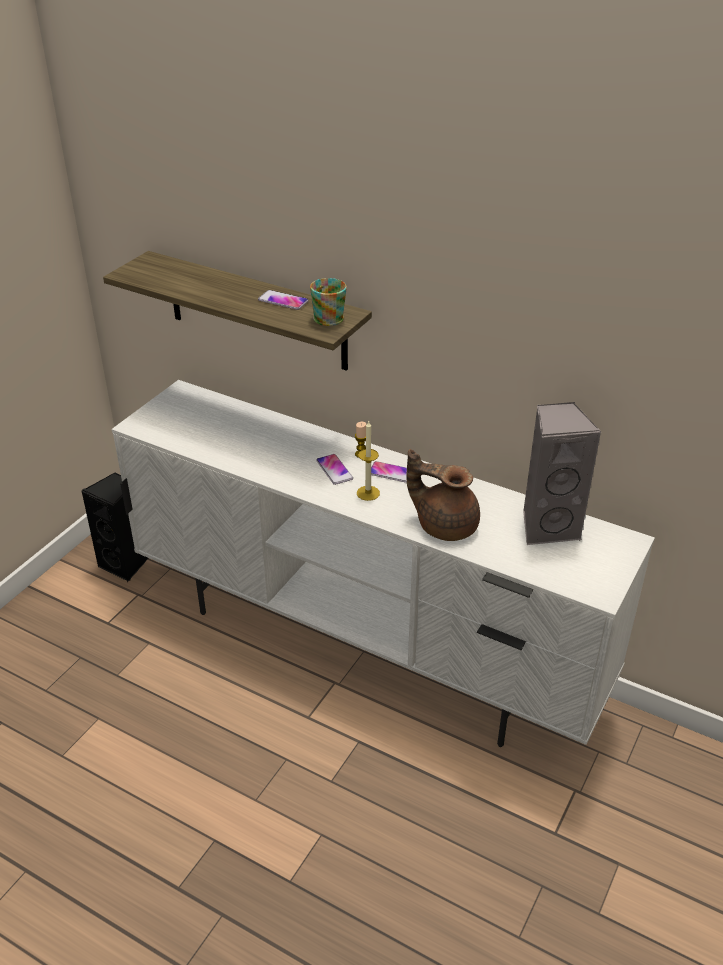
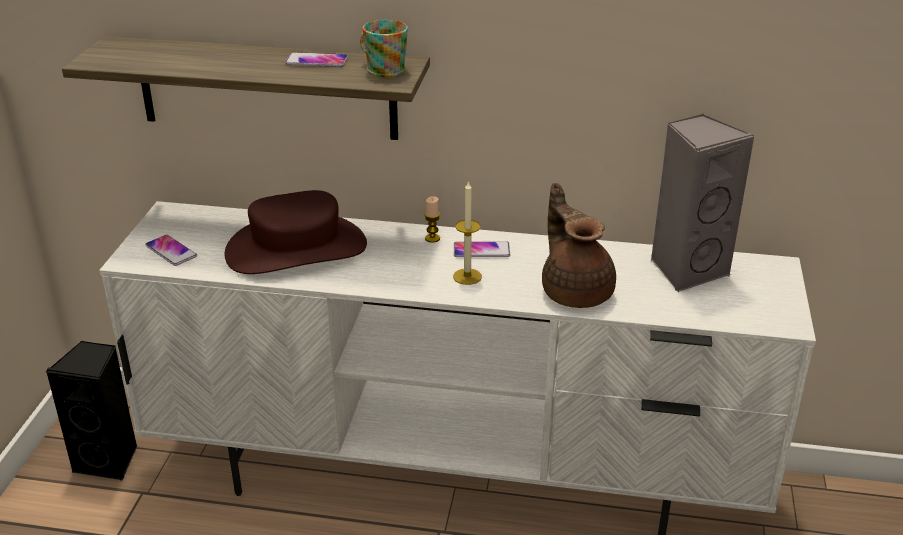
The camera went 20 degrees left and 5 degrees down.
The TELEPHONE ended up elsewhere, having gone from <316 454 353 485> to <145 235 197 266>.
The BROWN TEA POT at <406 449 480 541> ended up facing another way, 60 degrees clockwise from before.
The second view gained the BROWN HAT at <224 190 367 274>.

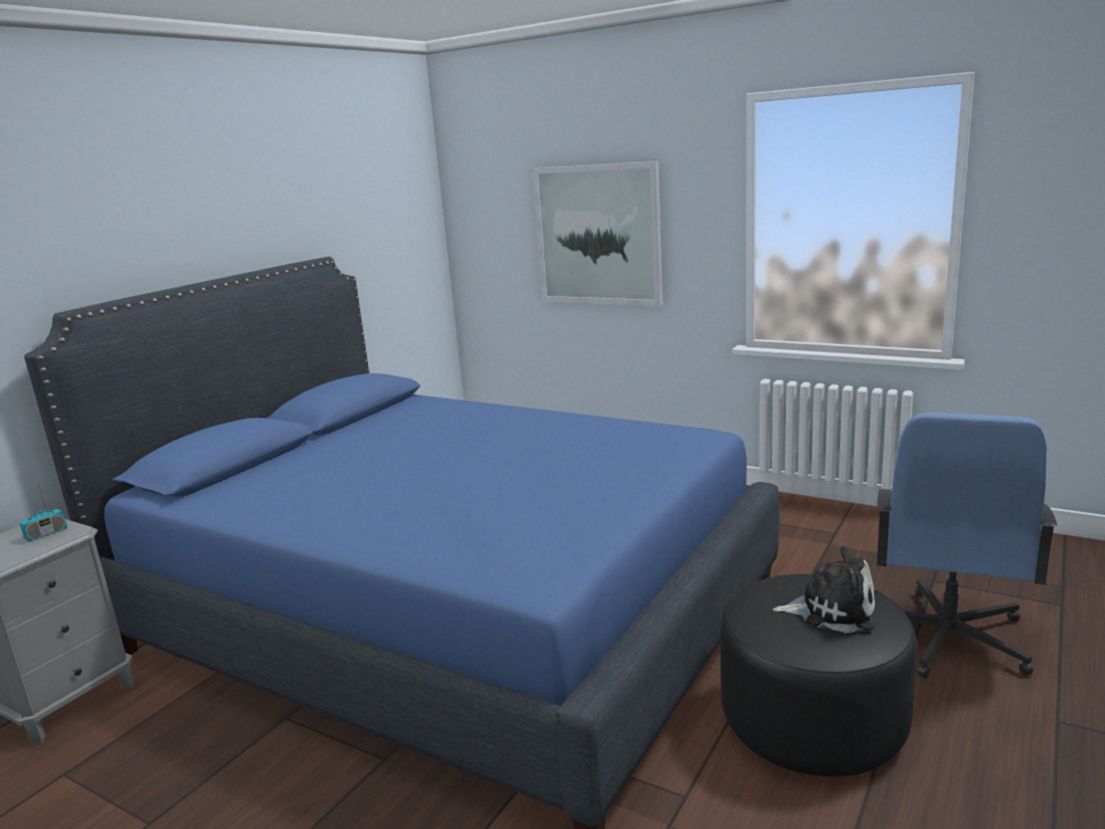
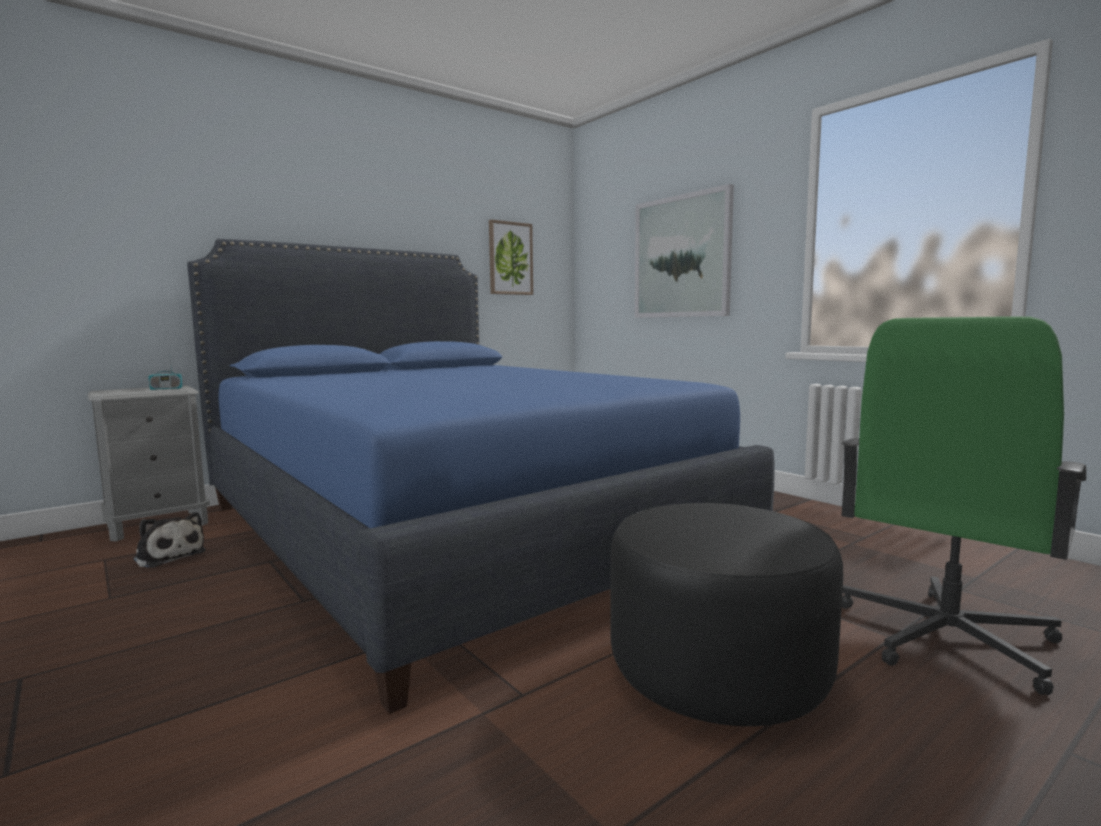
The camera went 20 degrees right and 10 degrees down.
The CUDDLY TOY ended up elsewhere, having gone from <773 546 875 633> to <133 512 206 568>.
What was the BLUISH COMPUTER CHAIR at <877 412 1057 678> turned into the GREEN COMPUTER CHAIR at <841 316 1086 695>.
The second view gained the PICTURE at <489 219 533 295>.

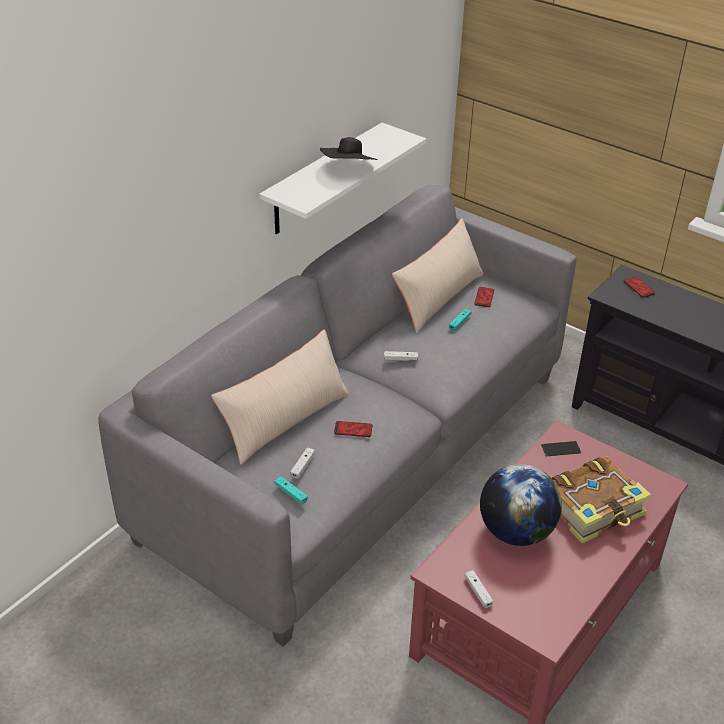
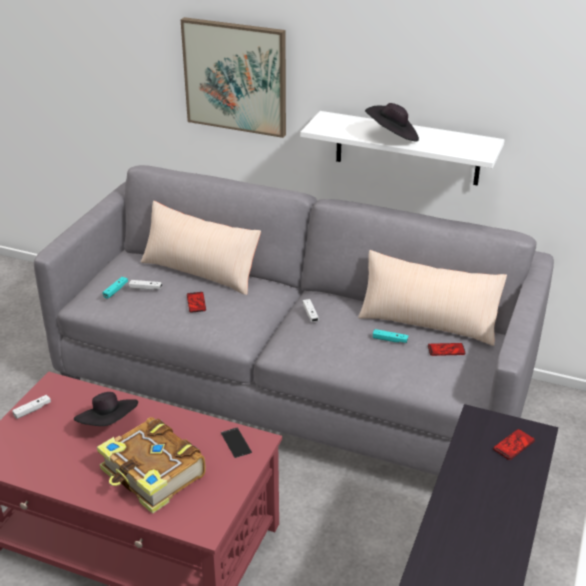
The camera went 75 degrees right and 5 degrees down.
Where the WORLD GLOBE stood at <480 464 562 546>, the BLACKISH HAT came to stand at <74 392 138 426>.
The second view gained the PICTURE at <181 17 286 138>.

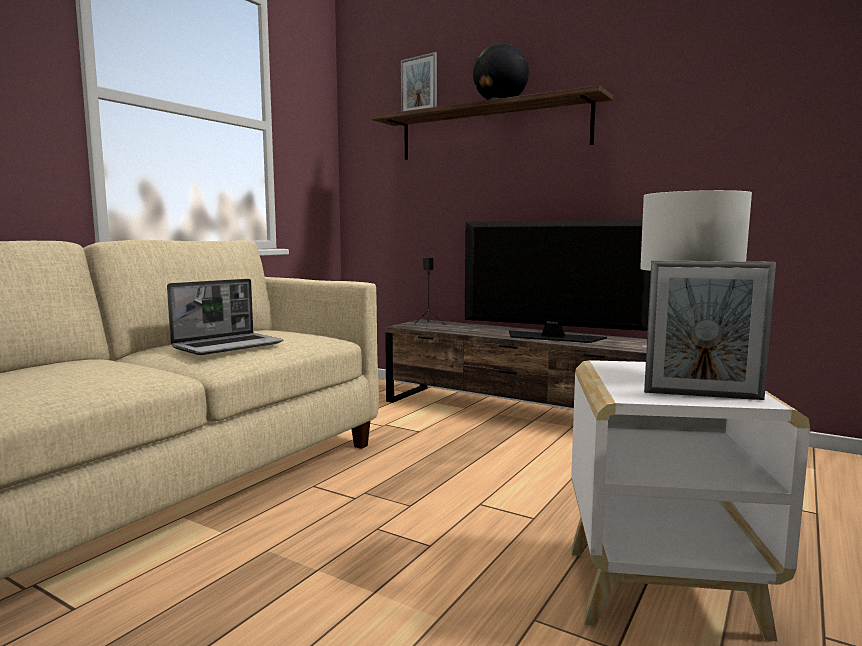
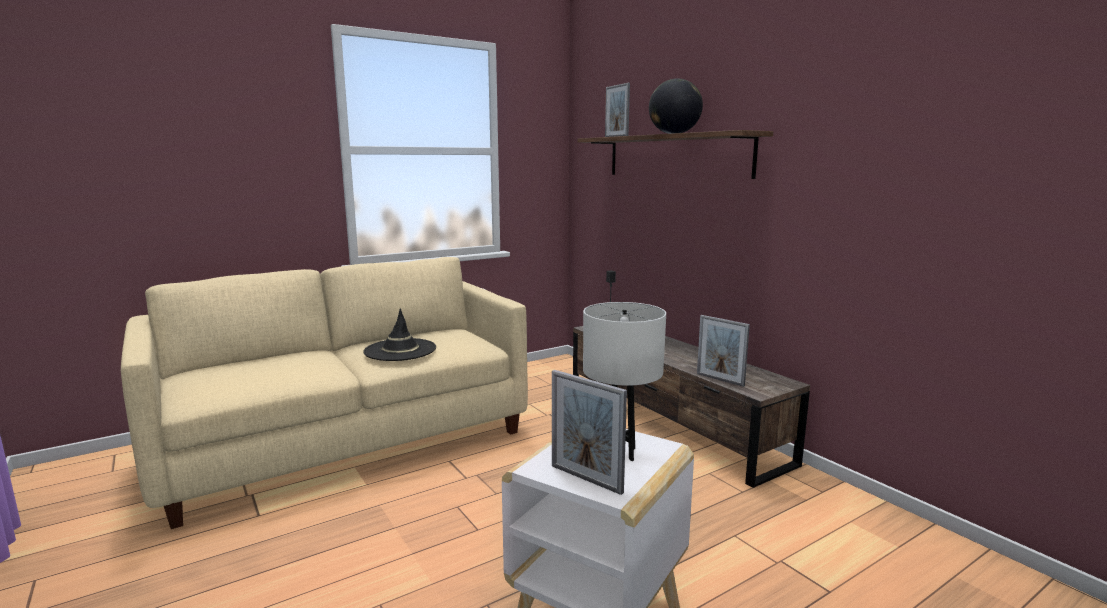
The camera went 25 degrees right and 5 degrees up.
Where the PORTABLE COMPUTER stood at <167 279 283 355>, the BLACKISH HAT came to stand at <363 308 436 361>.
The second view lost the TELEVISION at <465 220 651 343>.
The second view gained the PICTURE FRAME at <697 315 750 387>.

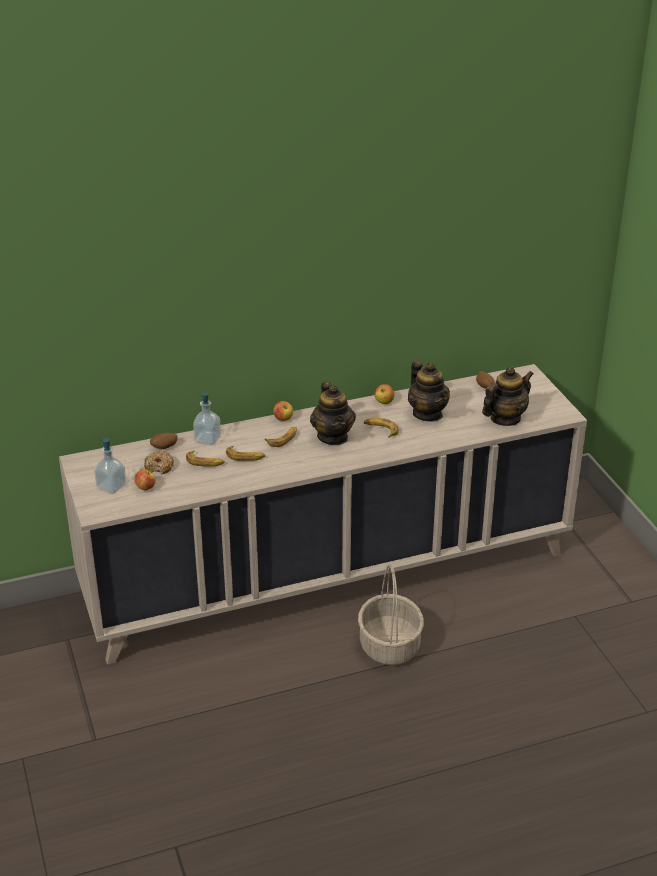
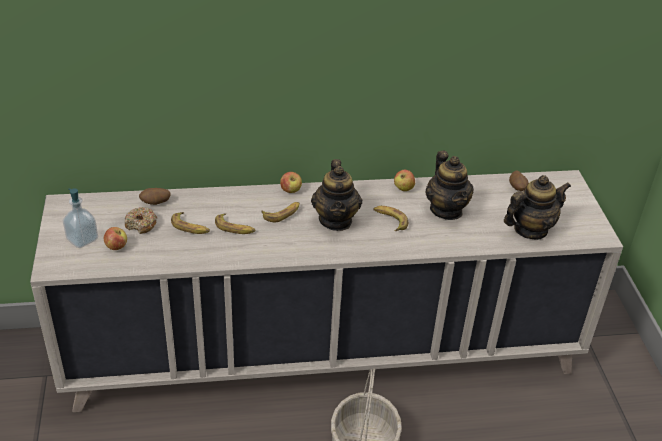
The camera went 10 degrees right and 5 degrees up.
The second view lost the SOAP BOTTLE at <193 392 221 445>.

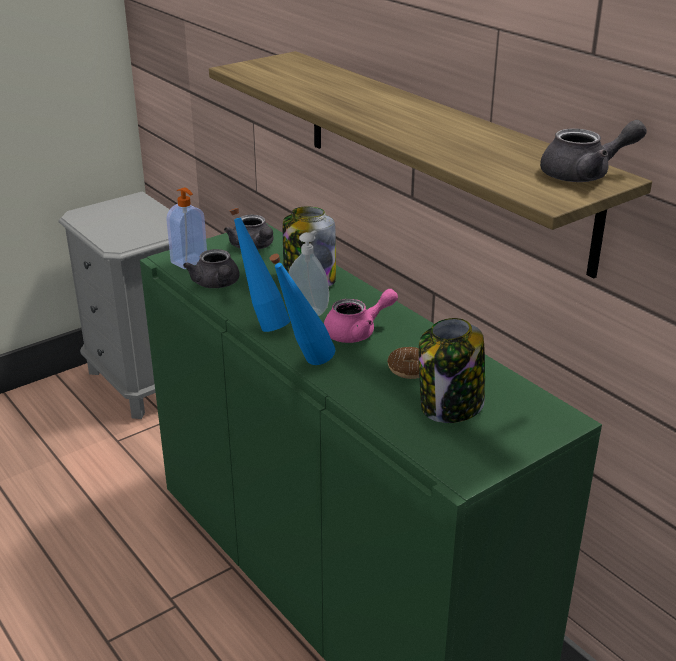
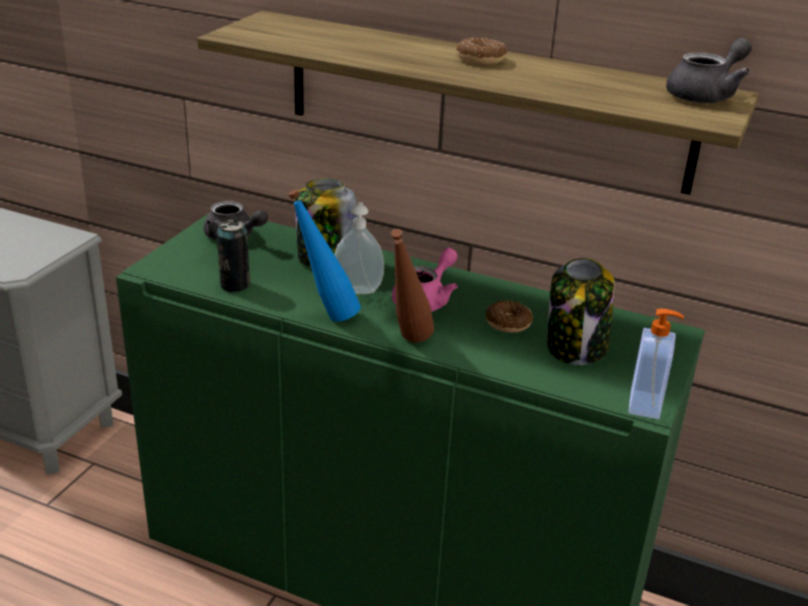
The camera went 30 degrees left and 0 degrees up.
The SOAP BOTTLE ended up elsewhere, having gone from <166 187 207 269> to <628 309 684 419>.
Where the GRAY TEA POT stood at <183 249 240 288>, the METAL CAN came to stand at <217 220 251 292>.
What was the BLUISH BEVERAGE BOTTLE at <269 254 335 365> turned into the BROWN BEVERAGE BOTTLE at <391 229 434 343>.
The second view gained the DONUT at <456 38 507 65>.

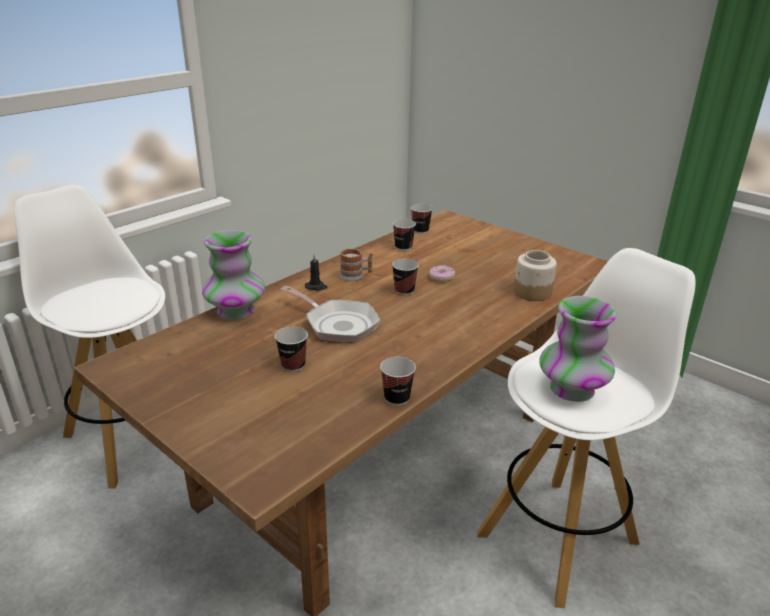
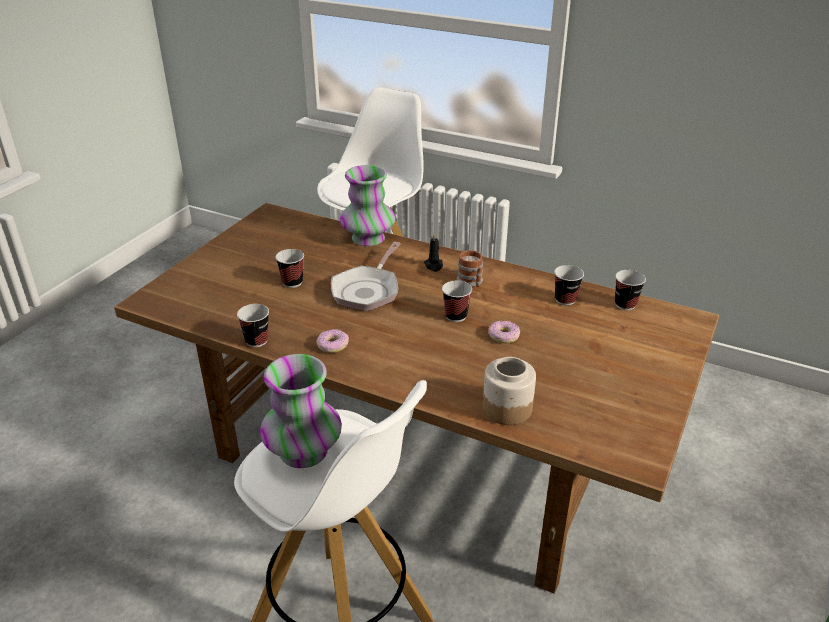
The camera went 75 degrees right and 5 degrees up.
The second view gained the DONUT at <317 329 349 353>.

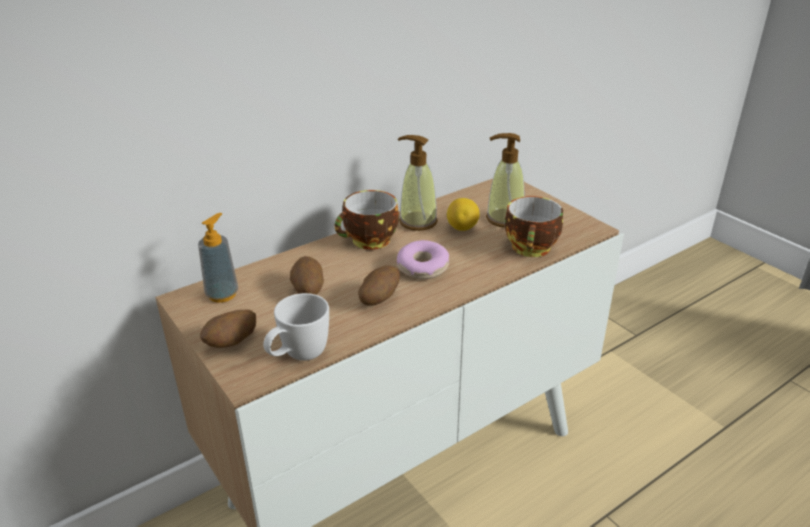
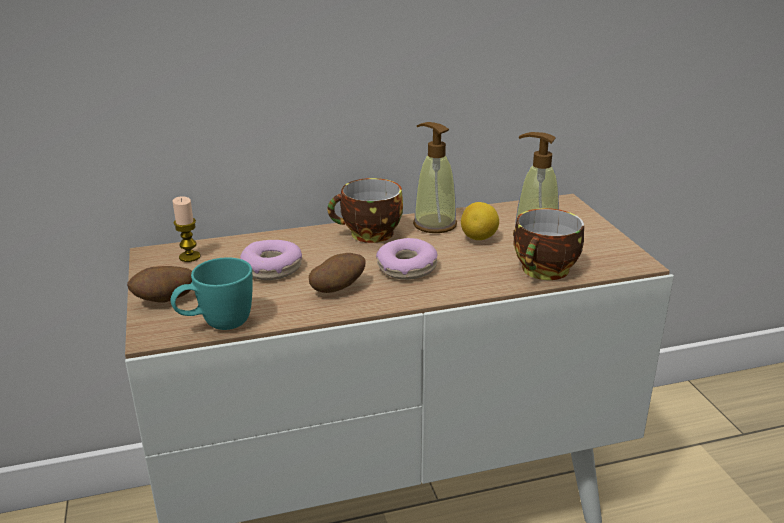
The camera went 20 degrees right and 5 degrees down.
Where the SOAP BOTTLE stood at <198 213 238 303>, the WAX LIGHT came to stand at <172 196 201 262>.
What was the WHITE-COLOURED COFFEE MUG at <263 293 329 361> turned into the TURQUOISE COFFEE MUG at <171 257 253 330>.
Where the WHOLE POTATO stood at <290 256 324 295>, the DONUT came to stand at <240 240 302 280>.

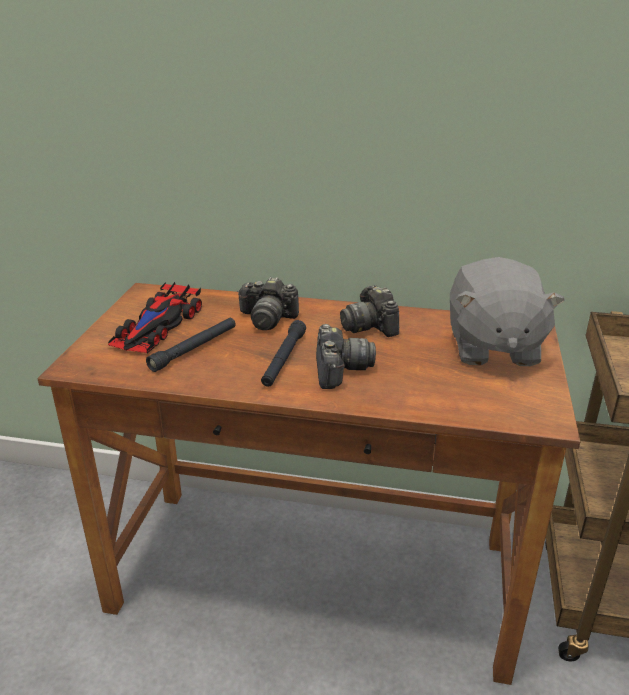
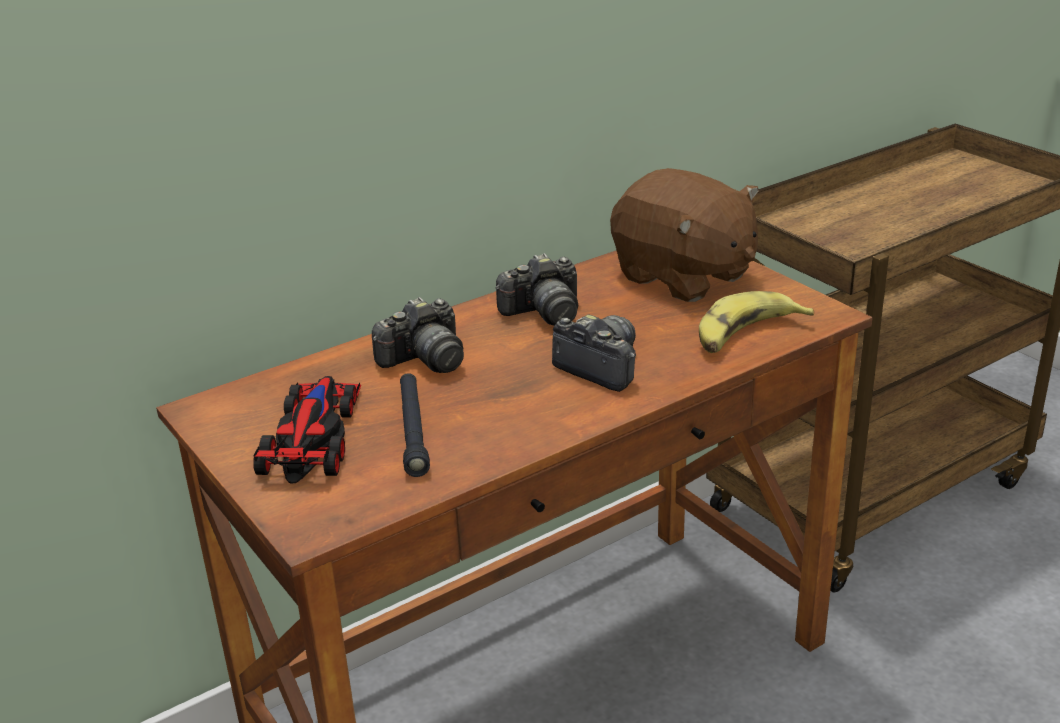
The camera went 45 degrees left and 0 degrees up.
The MINIATURE CAR at <108 282 202 353> ended up facing another way, 150 degrees counterclockwise from before.
The second view lost the BLACKISH HAND TORCH at <261 320 306 387>.
The STILL CAMERA at <340 285 399 337> ended up facing another way, 45 degrees counterclockwise from before.
What was the GRAY CUDDLY TOY at <450 257 565 366> turned into the BROWN CUDDLY TOY at <610 168 759 302>.
The second view gained the BANANA at <699 291 814 353>.

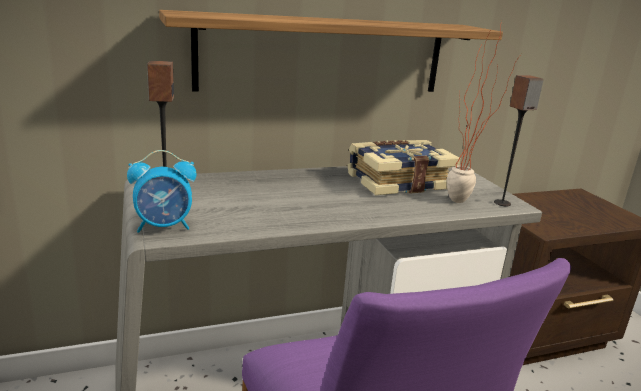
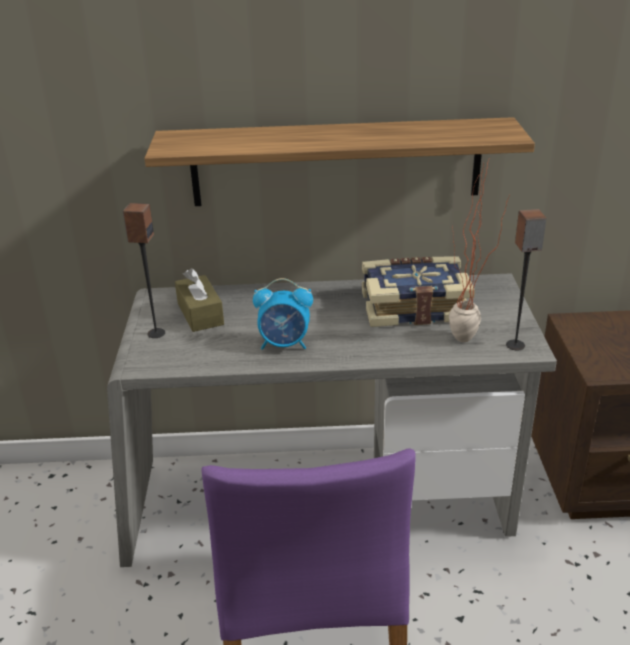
The camera went 20 degrees right and 10 degrees up.
The BEDSIDE CLOCK ended up elsewhere, having gone from <127 150 196 233> to <253 278 313 350>.
The second view gained the BROWN TISSUE HOLDER at <175 268 224 332>.

